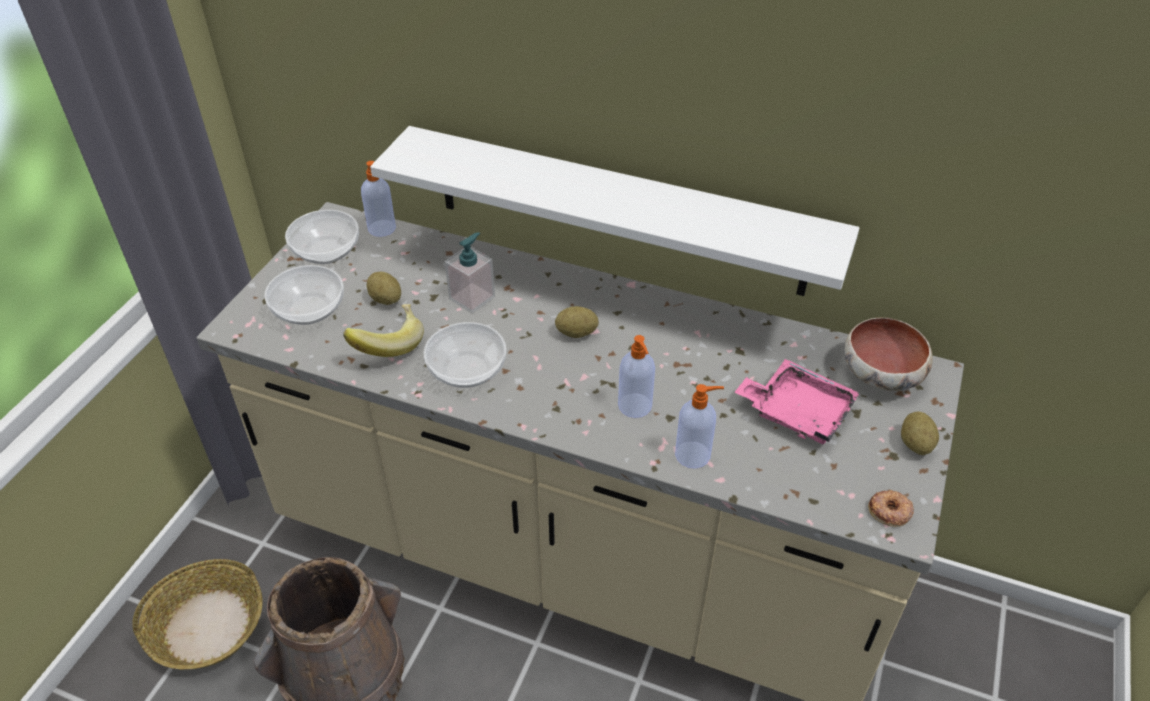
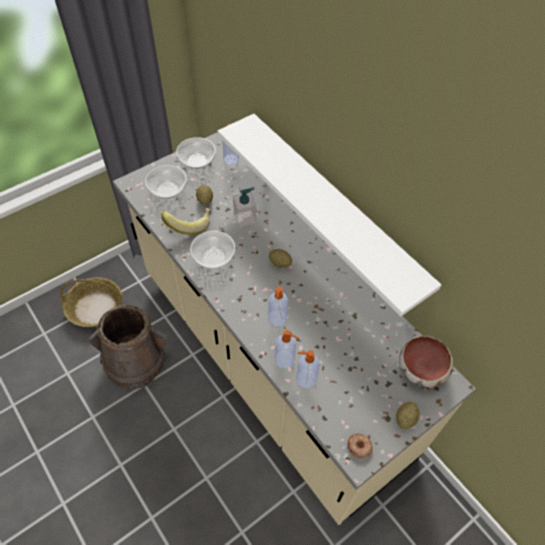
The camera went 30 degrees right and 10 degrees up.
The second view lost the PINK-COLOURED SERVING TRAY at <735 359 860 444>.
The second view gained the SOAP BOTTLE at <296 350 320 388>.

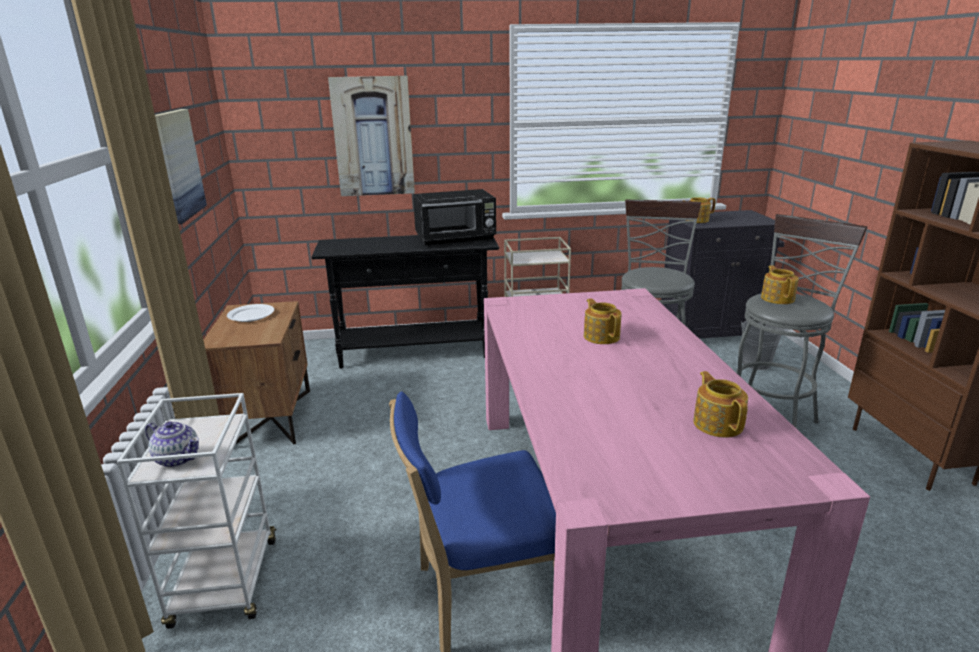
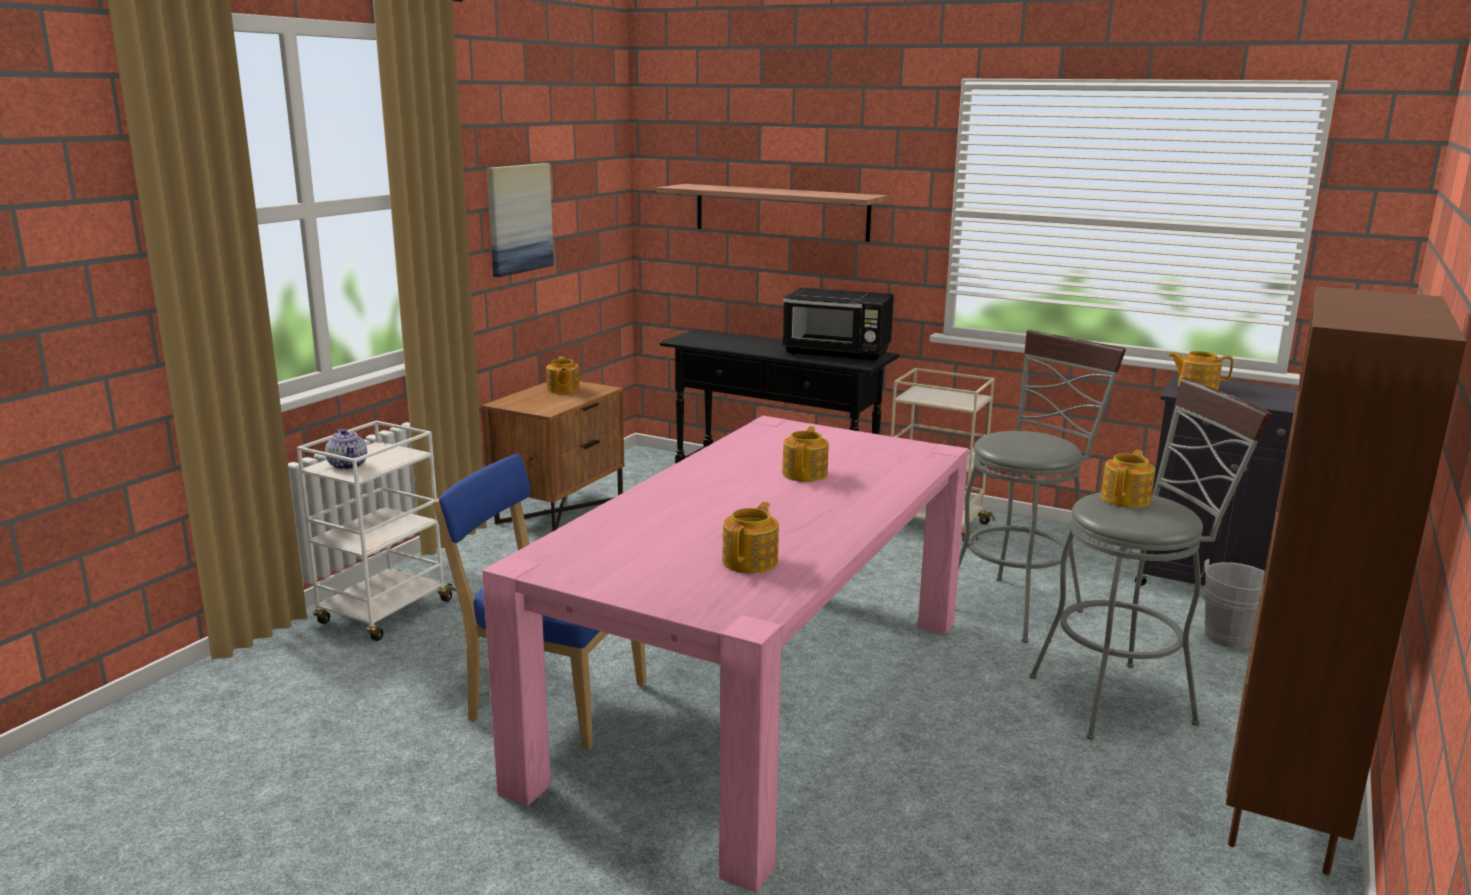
The camera went 35 degrees right and 5 degrees down.
Where the WHITE-COLOURED FLAT DISH stood at <227 304 274 322>, the TEA POT came to stand at <546 356 580 394>.
Where the PICTURE hung at <328 76 415 196>, the BRACKET SHELF came to hang at <657 184 889 242>.

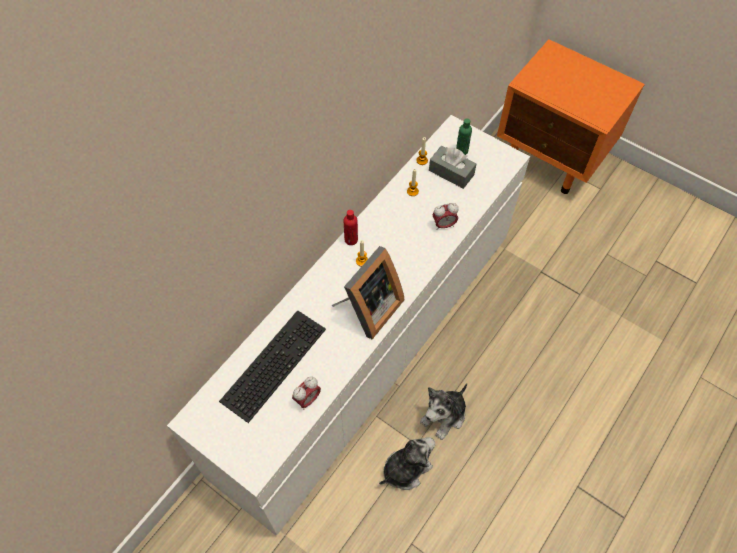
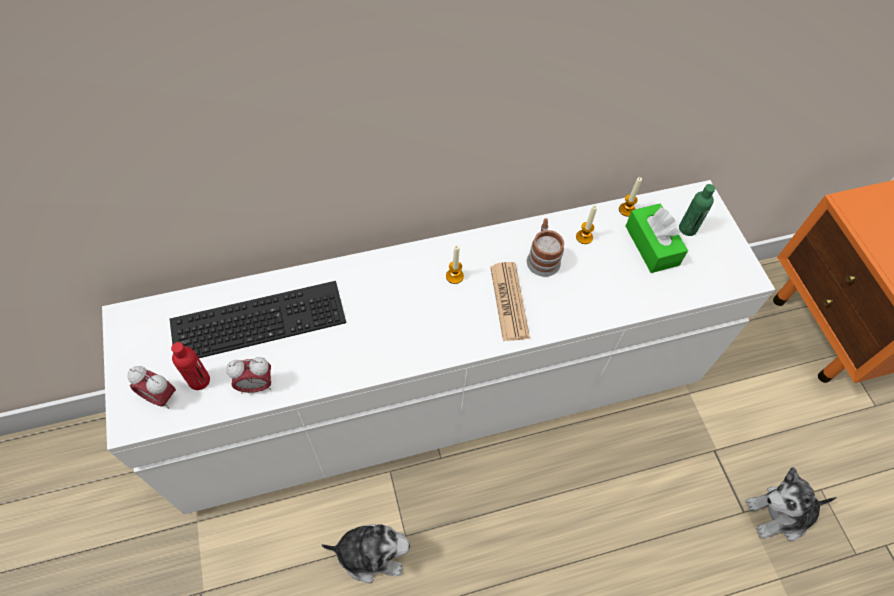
The camera went 35 degrees right and 0 degrees up.
The second view lost the PICTURE FRAME at <332 246 404 339>.
The RED BEVERAGE BOTTLE ended up elsewhere, having gone from <344 210 358 245> to <171 342 210 390>.
The CUDDLY TOY ended up elsewhere, having gone from <420 383 467 440> to <745 467 837 541>.
What was the GRAY TISSUE HOLDER at <429 146 476 189> turned into the GREEN TISSUE HOLDER at <626 204 688 273>.
The BEDSIDE CLOCK ended up elsewhere, having gone from <432 203 459 229> to <127 366 176 409>.
The second view gained the NEWSPAPER at <490 262 530 341>.
The second view gained the COFFEE MUG at <527 218 564 277>.

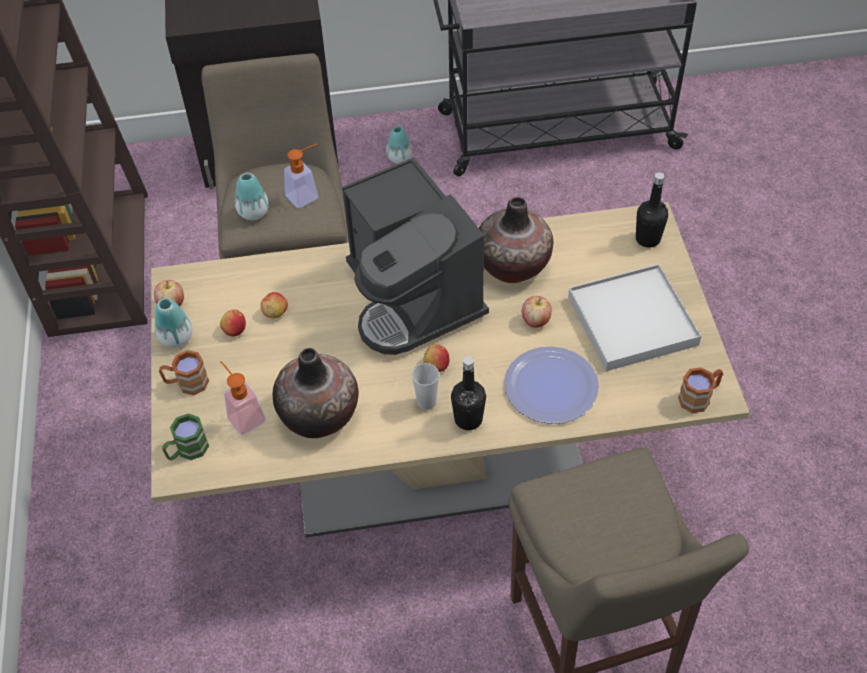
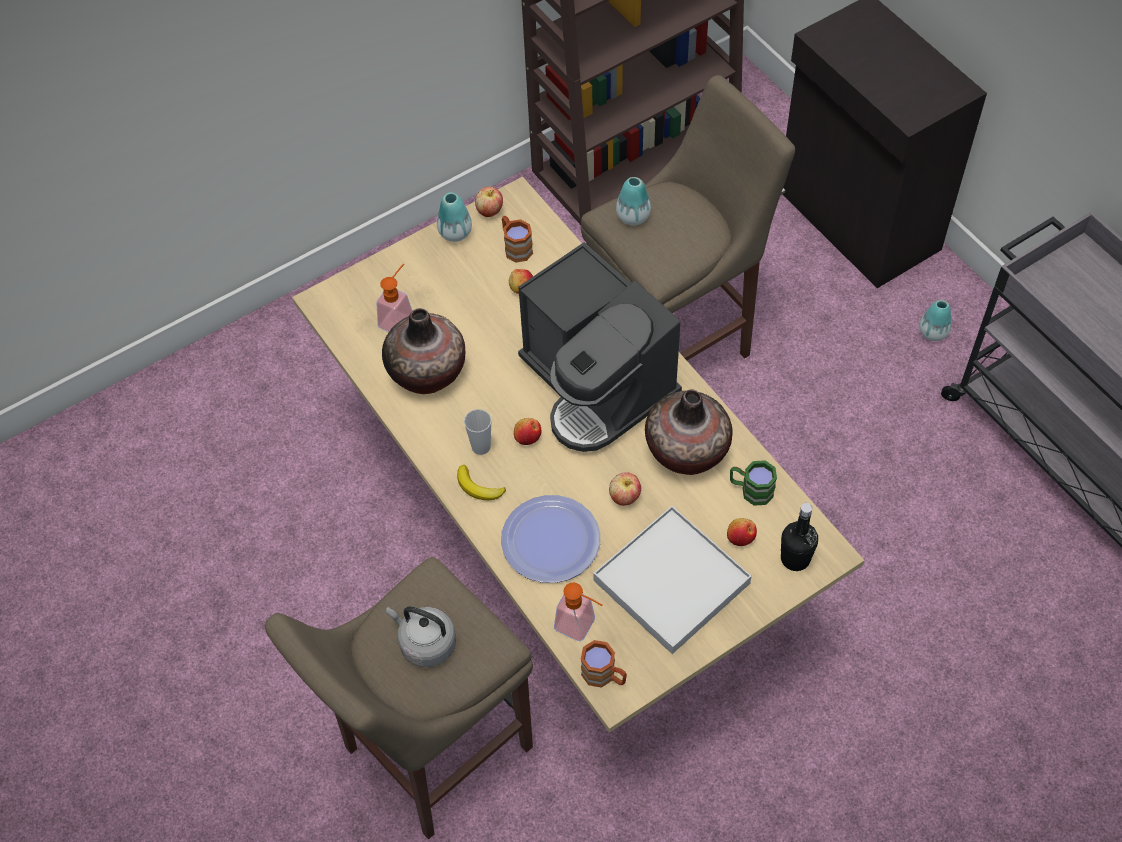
The camera went 65 degrees right and 5 degrees up.
The BROWN COFFEE MUG ended up elsewhere, having gone from <159 350 209 395> to <502 216 533 263>.
The GREEN COFFEE MUG ended up elsewhere, having gone from <162 413 209 461> to <730 460 777 506>.
The WHOLE APPLE ended up elsewhere, having gone from <220 309 246 337> to <727 518 757 546>.
The SOAP BOTTLE ended up elsewhere, having gone from <284 144 318 208> to <554 582 602 641>.
The COFFEE MACHINE at <342 157 489 355> ended up facing another way, 75 degrees counterclockwise from before.
Where the BLACKISH BEVERAGE BOTTLE stood at <451 356 486 430>, the BANANA came to stand at <457 465 506 500>.
The second view gained the GRAY WATER KETTLE at <386 607 456 667>.

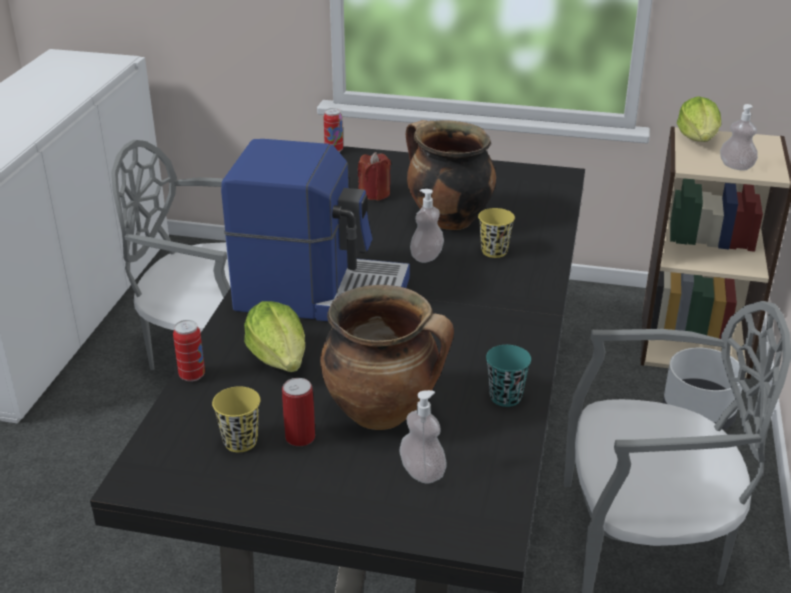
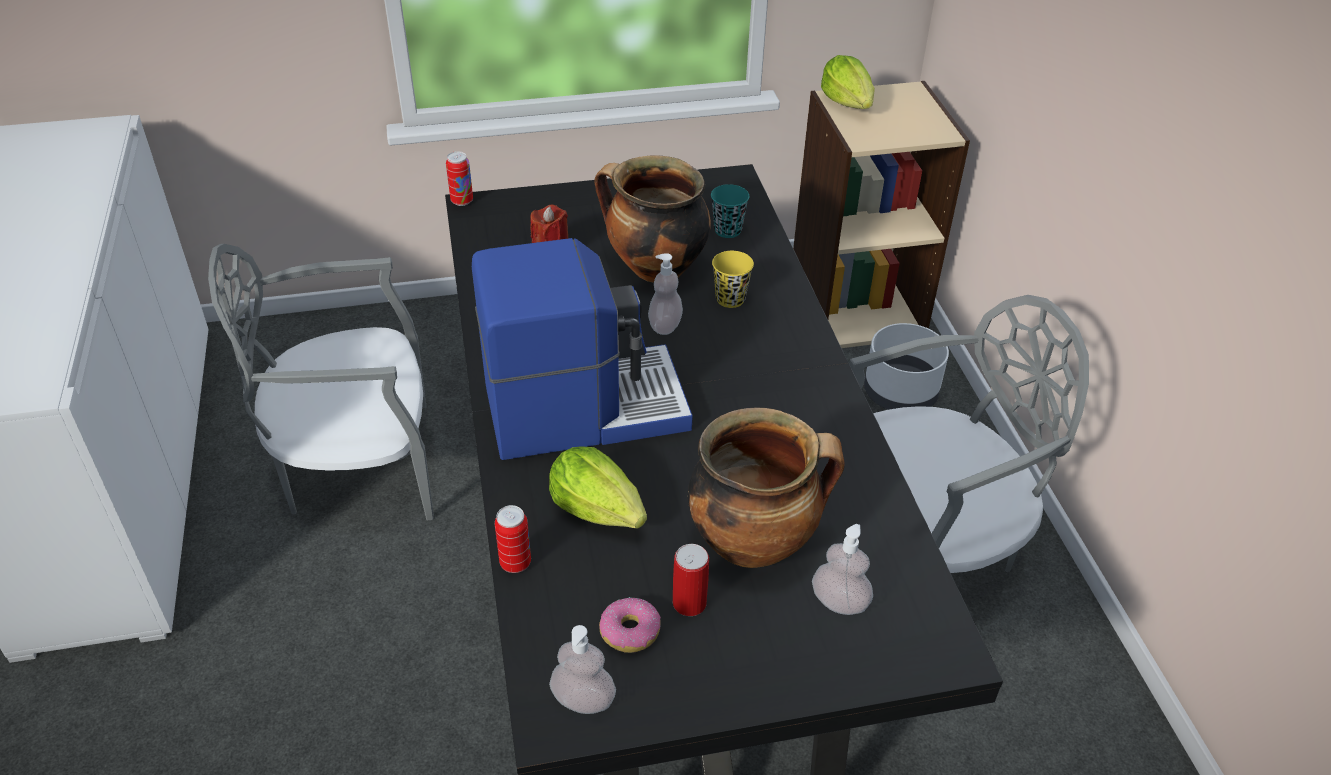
The camera went 25 degrees left and 10 degrees up.
Where the YELLOW-COLOURED DRINKING CUP stood at <212 386 260 452>, the DONUT came to stand at <599 597 661 653>.
The TURQUOISE DRINKING CUP ended up elsewhere, having gone from <486 345 531 407> to <711 184 749 238>.
The SOAP BOTTLE ended up elsewhere, having gone from <720 104 758 171> to <549 625 616 714>.

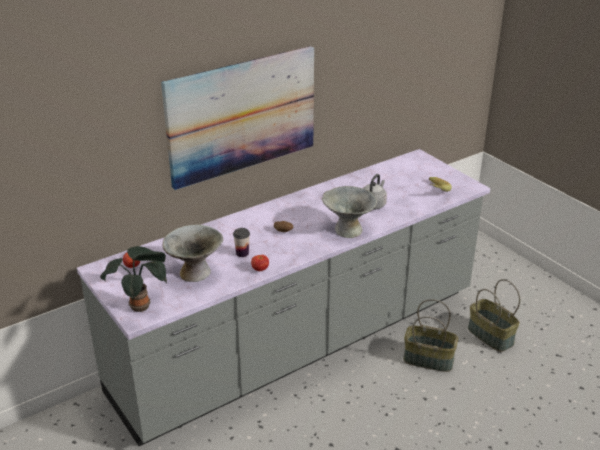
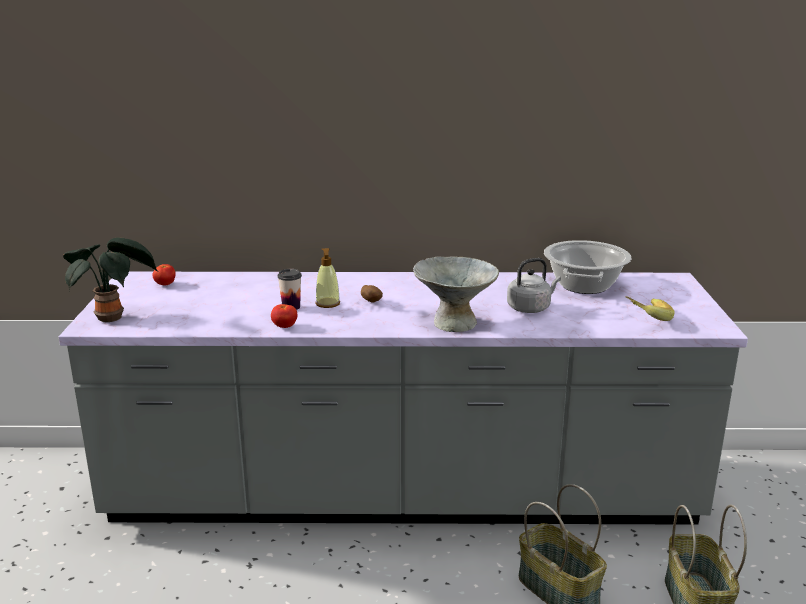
The camera went 35 degrees right and 10 degrees down.
The second view lost the PICTURE at <161 46 314 190>.
The second view lost the GRAY BOWL at <163 225 223 282>.
The second view gained the SOAP BOTTLE at <315 248 340 308>.
The second view gained the SAUCEPOT at <544 240 632 294>.

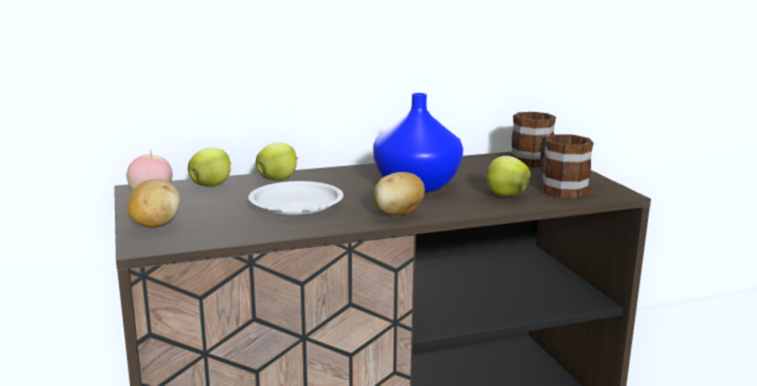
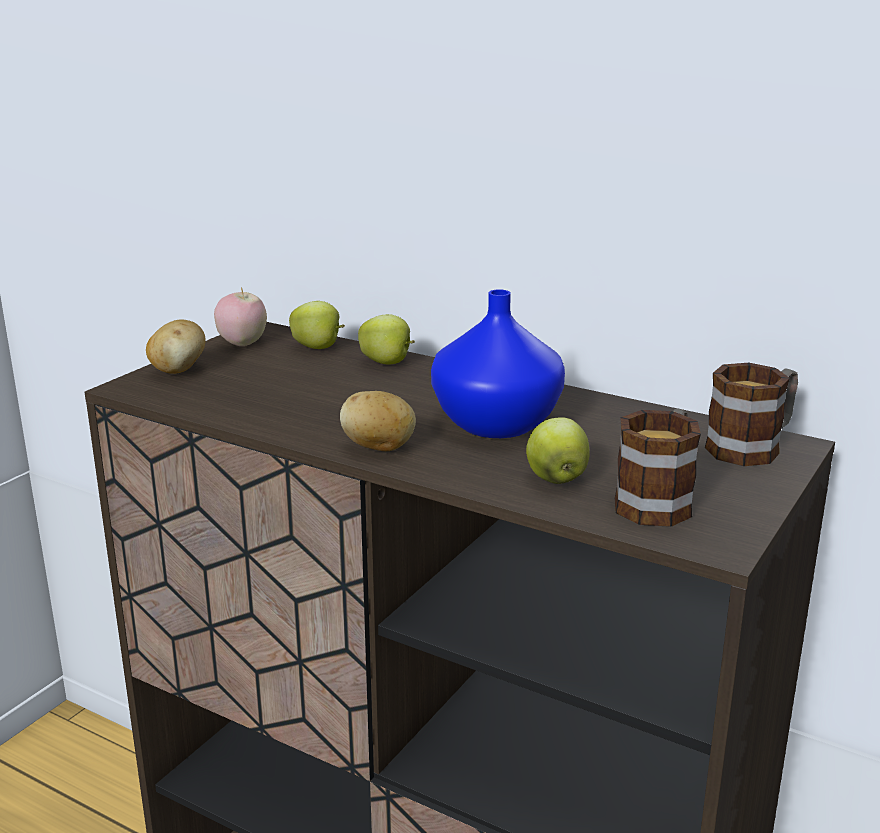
The camera went 50 degrees right and 5 degrees up.
The second view lost the WHITE-COLOURED FLAT DISH at <248 181 343 215>.

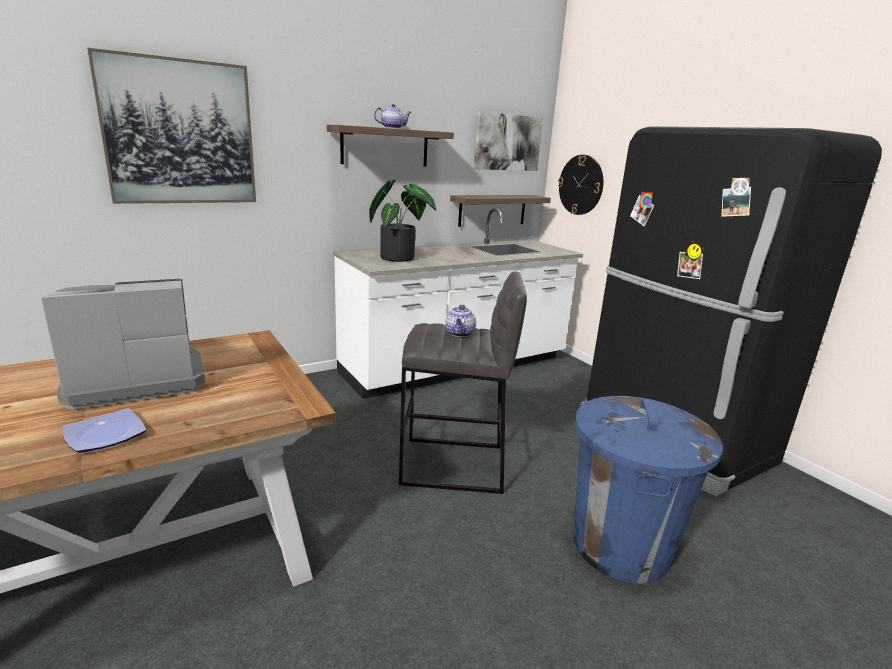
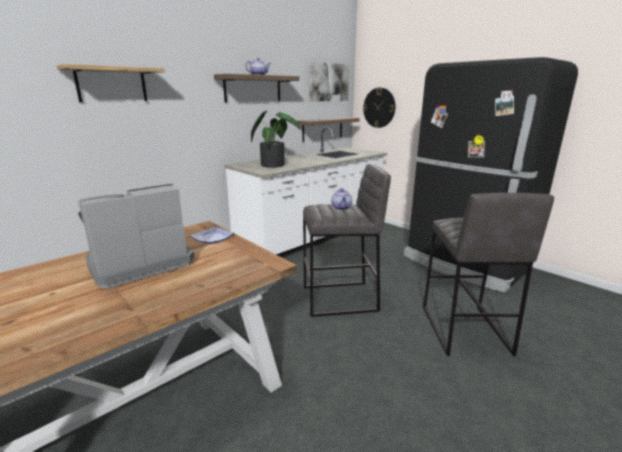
The camera went 10 degrees left and 0 degrees up.
The FLAT DISH ended up elsewhere, having gone from <62 408 146 453> to <190 227 234 244>.
Where the PICTURE hung at <87 48 256 204>, the BRACKET SHELF came to hang at <57 64 165 102>.
Where the BLUISH TRASH CAN stood at <573 396 723 584>, the GRAY SITTING STOOL came to stand at <423 193 554 356>.

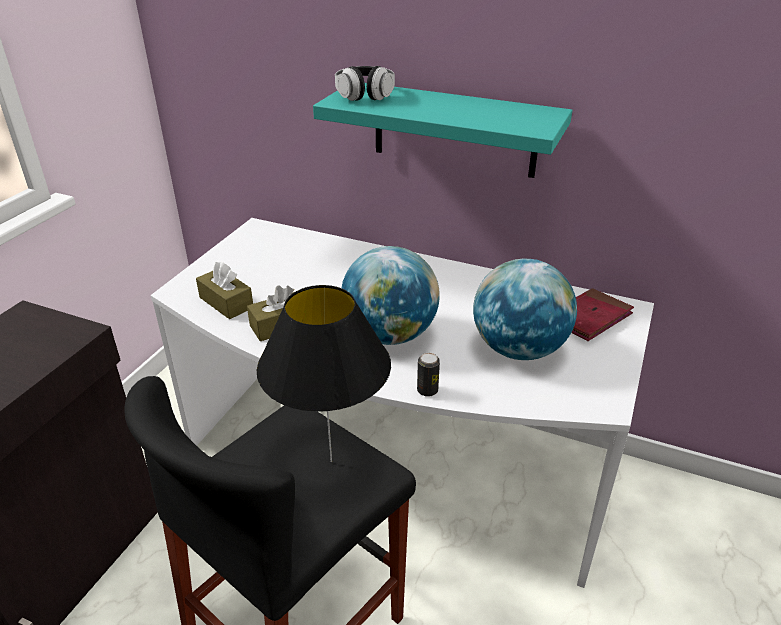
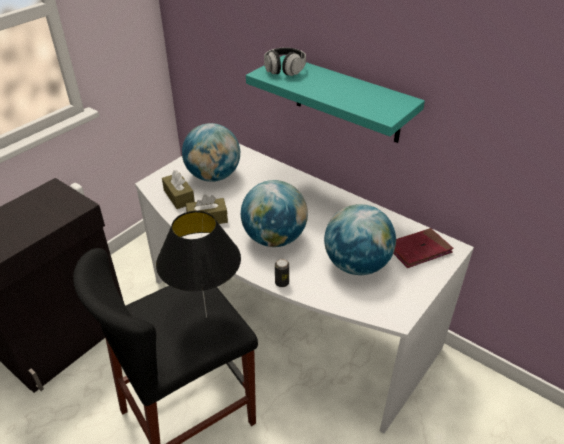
The camera went 15 degrees right and 5 degrees up.
The second view gained the WORLD GLOBE at <182 123 240 182>.

